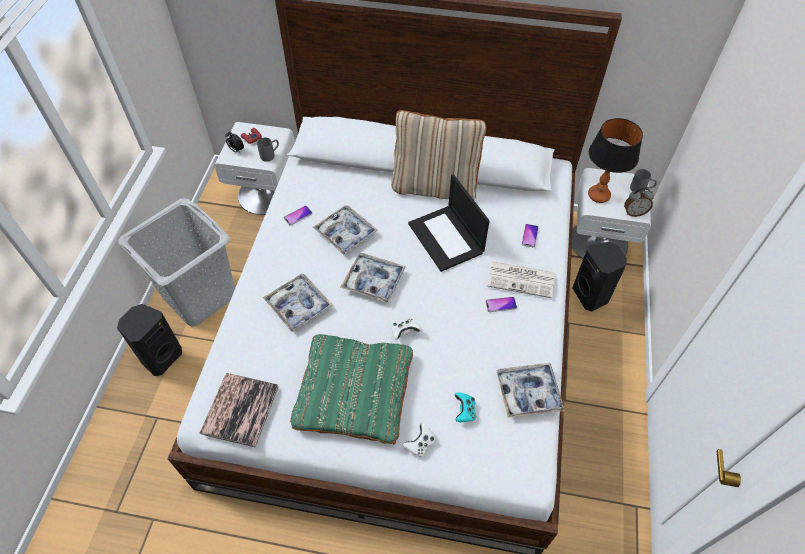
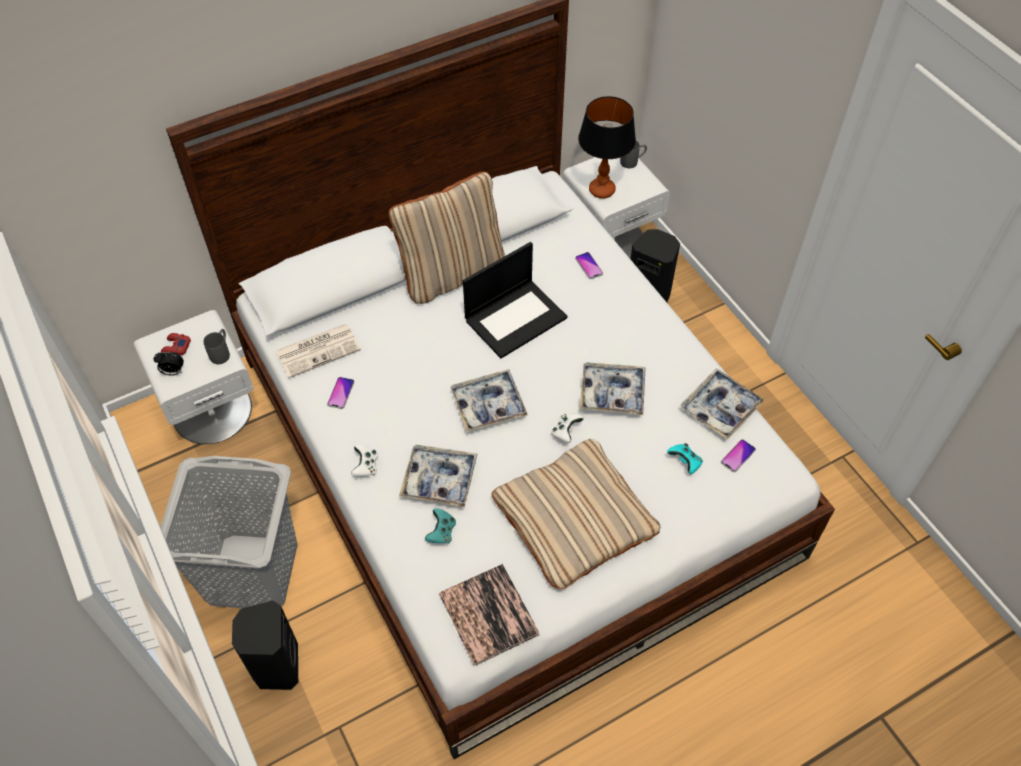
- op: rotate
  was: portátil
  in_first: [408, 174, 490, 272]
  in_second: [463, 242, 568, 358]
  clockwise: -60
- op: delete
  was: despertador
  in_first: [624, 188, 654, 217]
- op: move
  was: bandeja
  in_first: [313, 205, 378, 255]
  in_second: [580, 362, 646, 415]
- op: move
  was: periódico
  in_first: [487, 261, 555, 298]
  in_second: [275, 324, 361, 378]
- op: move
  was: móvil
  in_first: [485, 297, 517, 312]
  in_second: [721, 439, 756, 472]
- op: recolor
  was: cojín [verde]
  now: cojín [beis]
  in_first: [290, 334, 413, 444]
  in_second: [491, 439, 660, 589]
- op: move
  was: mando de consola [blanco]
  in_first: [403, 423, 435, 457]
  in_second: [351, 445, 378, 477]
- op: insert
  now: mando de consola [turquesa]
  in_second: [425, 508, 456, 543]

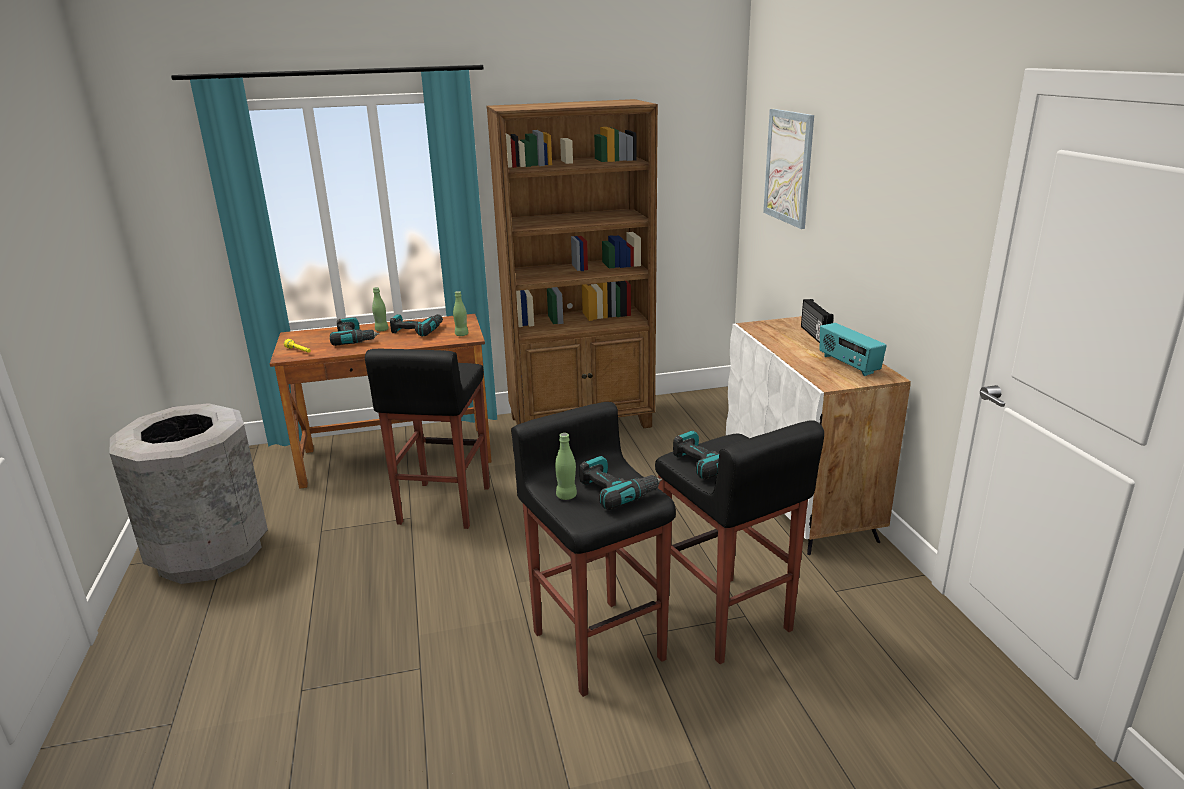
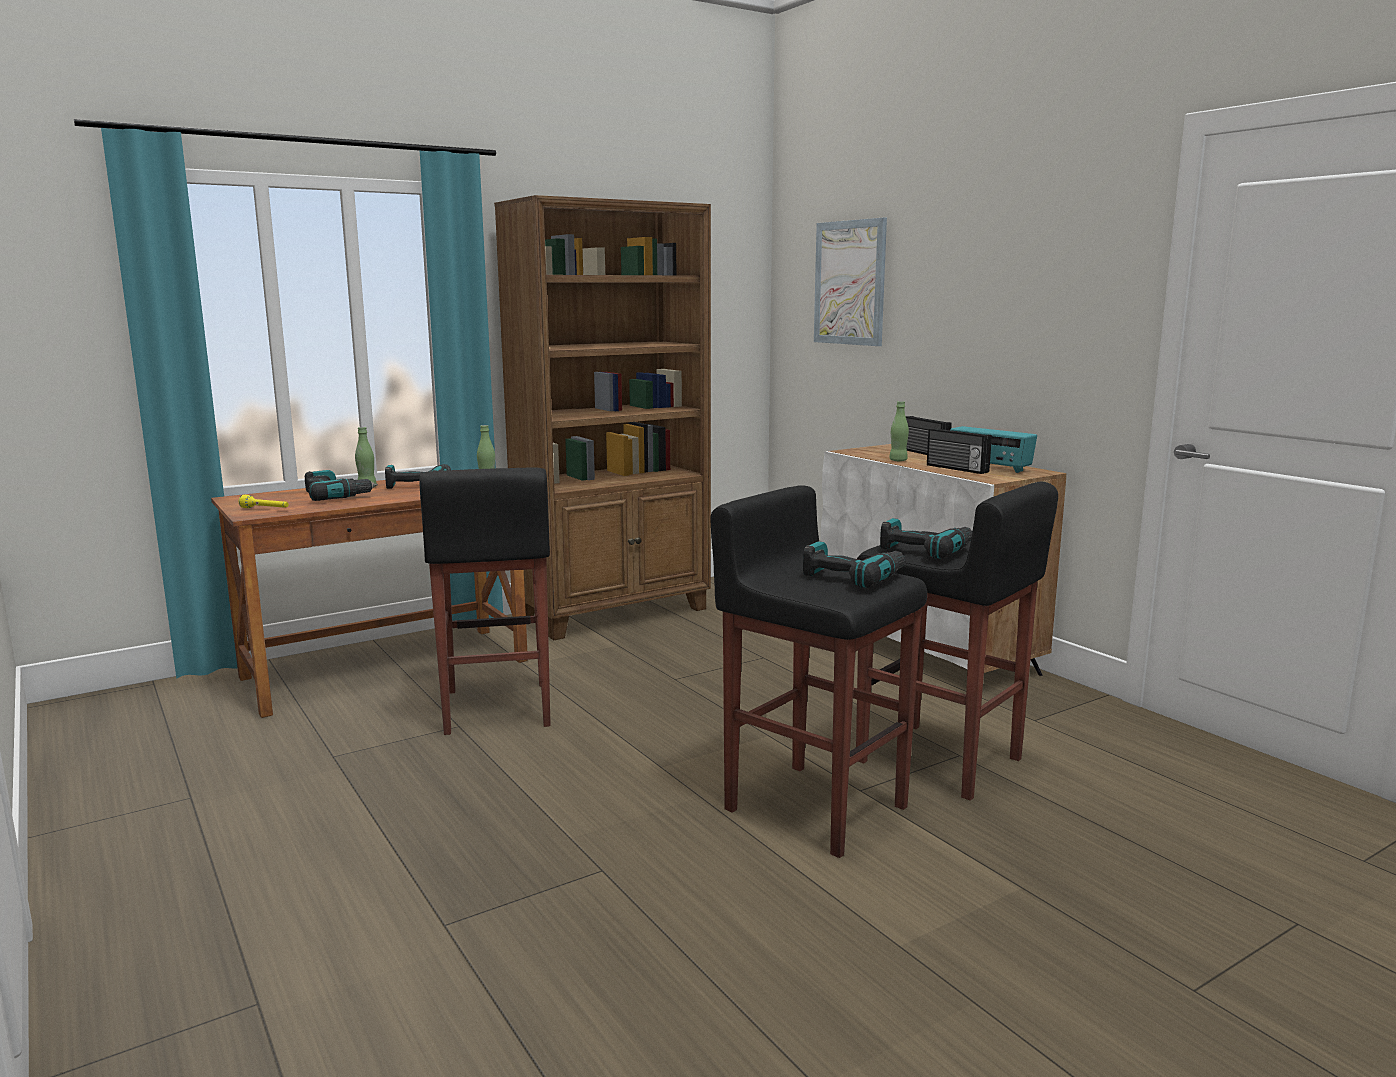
- op: delete
  was: papelera [gris]
  in_first: [109, 403, 268, 584]
- op: move
  was: botella [verde]
  in_first: [555, 433, 577, 500]
  in_second: [889, 401, 909, 461]
- op: insert
  now: radio
  in_second: [927, 428, 992, 474]

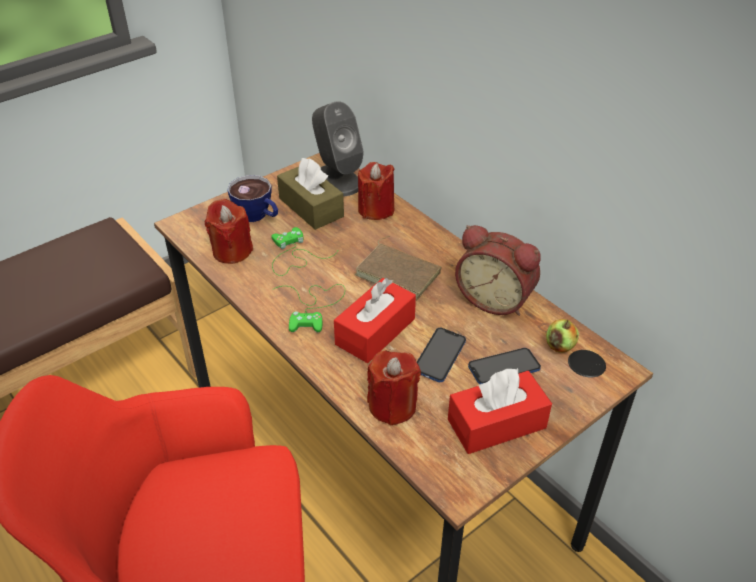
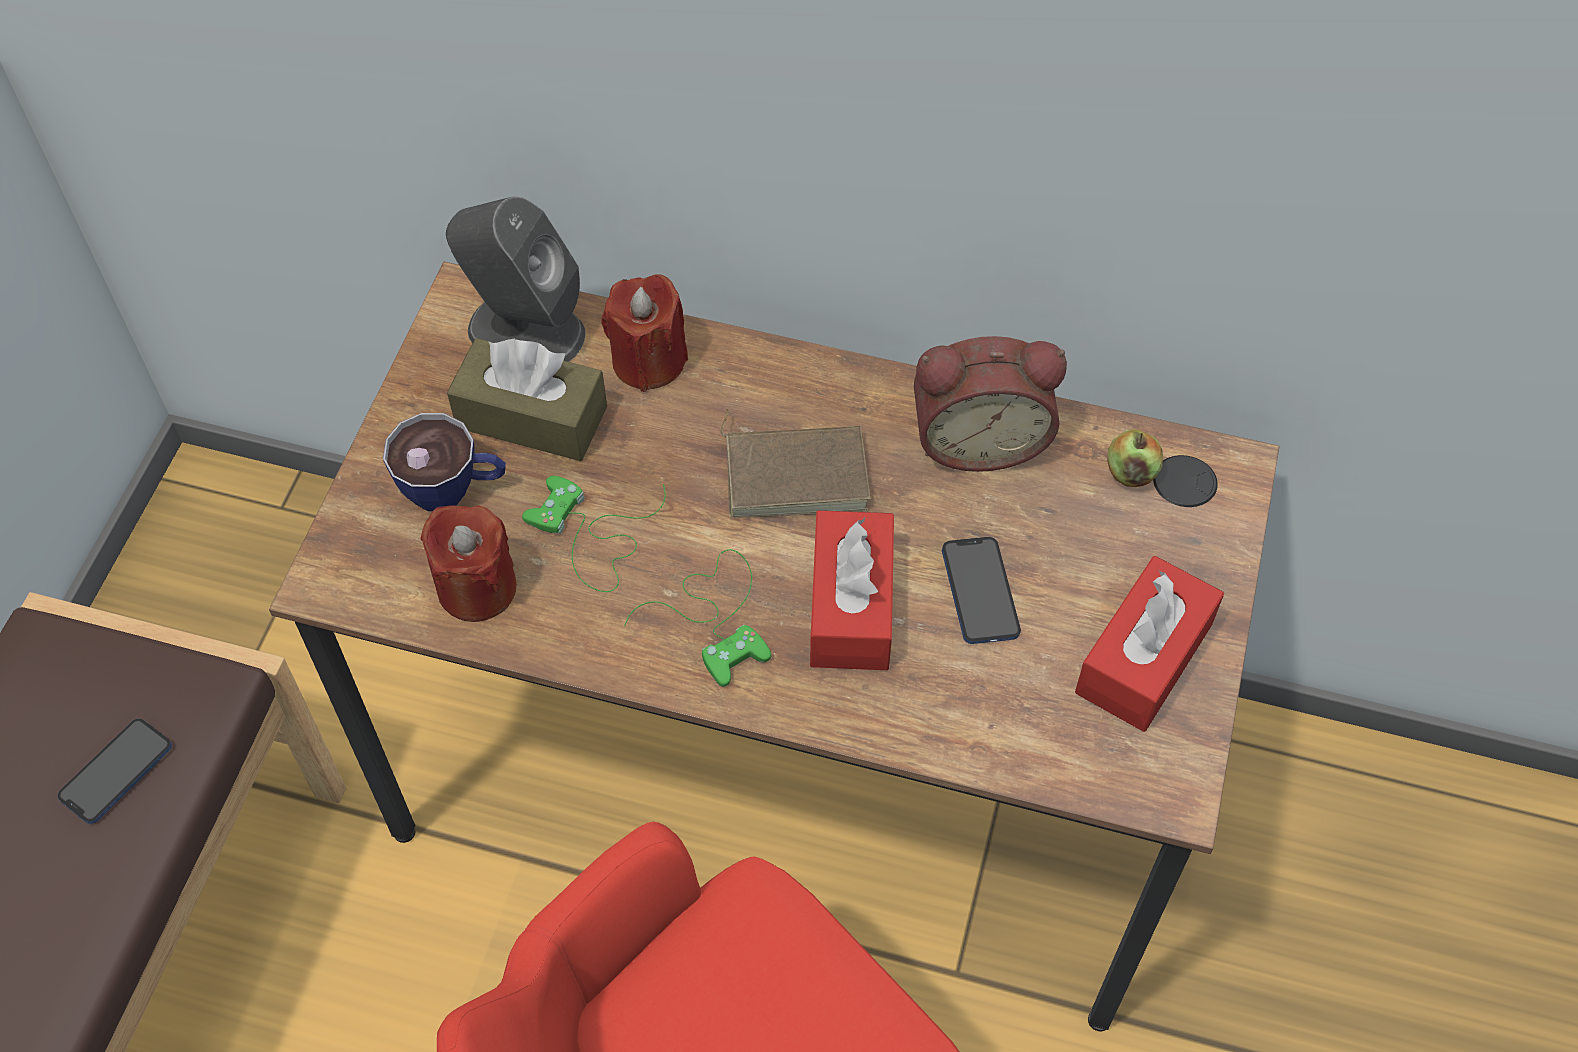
- op: move
  was: móvil
  in_first: [468, 348, 541, 384]
  in_second: [58, 719, 172, 824]
- op: delete
  was: vela [rojo]
  in_first: [367, 351, 421, 425]

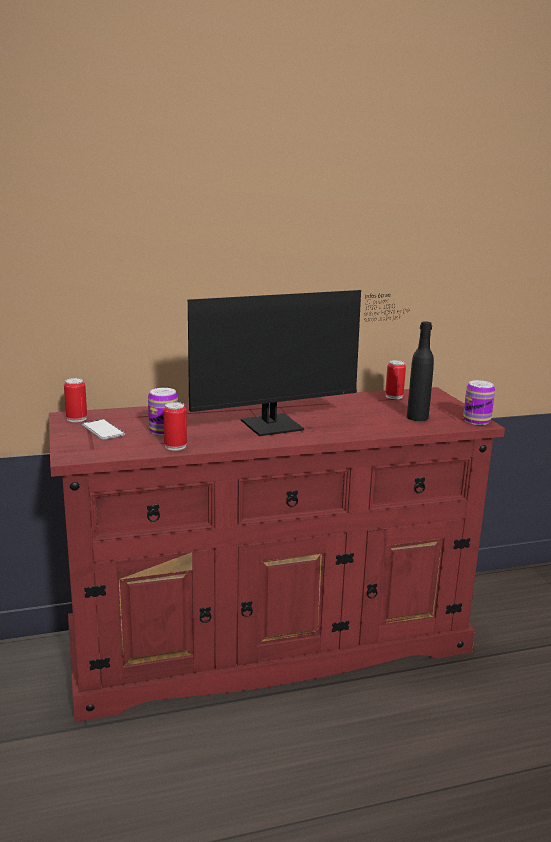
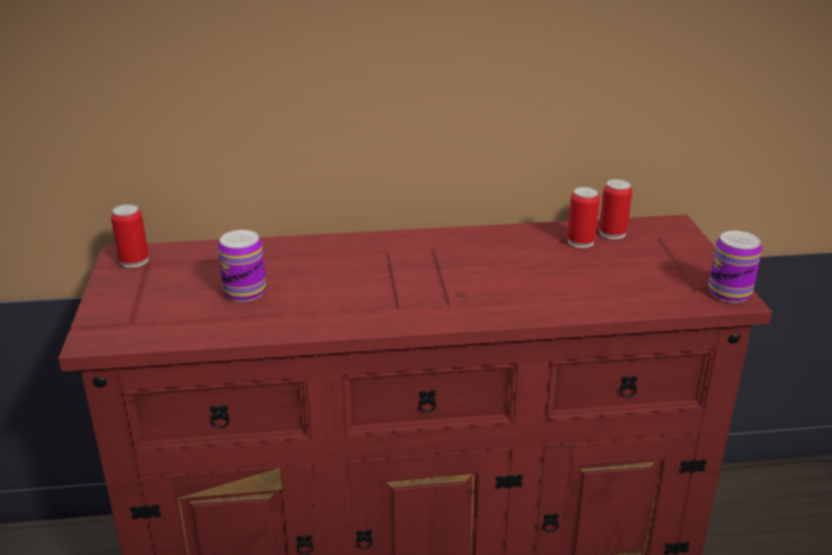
- op: delete
  was: monitor
  in_first: [188, 290, 410, 436]
- op: delete
  was: botella [negro]
  in_first: [407, 321, 434, 421]
- op: move
  was: lata
  in_first: [163, 402, 187, 451]
  in_second: [567, 187, 600, 248]
- op: delete
  was: móvil
  in_first: [82, 419, 125, 440]

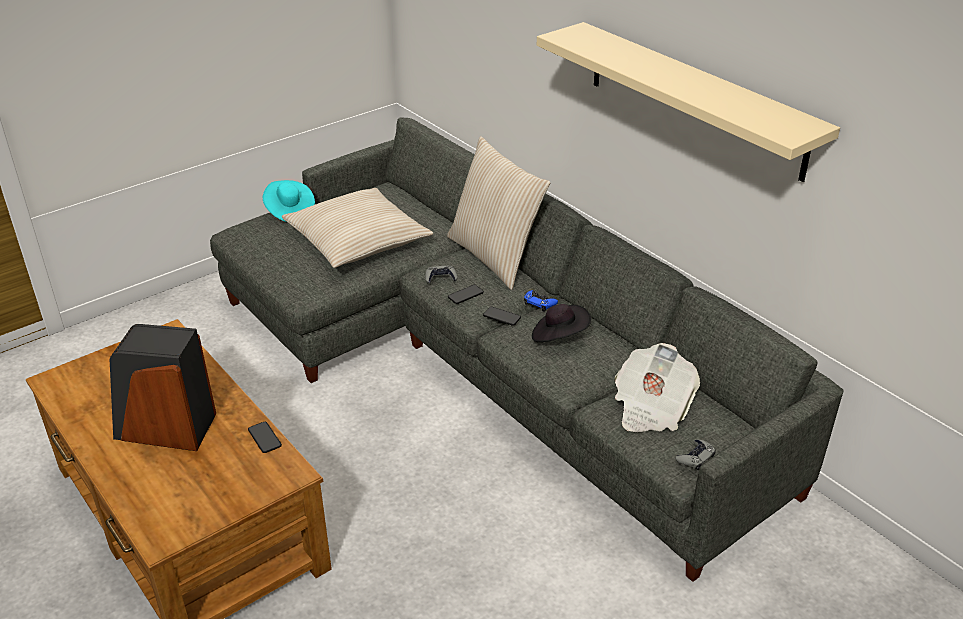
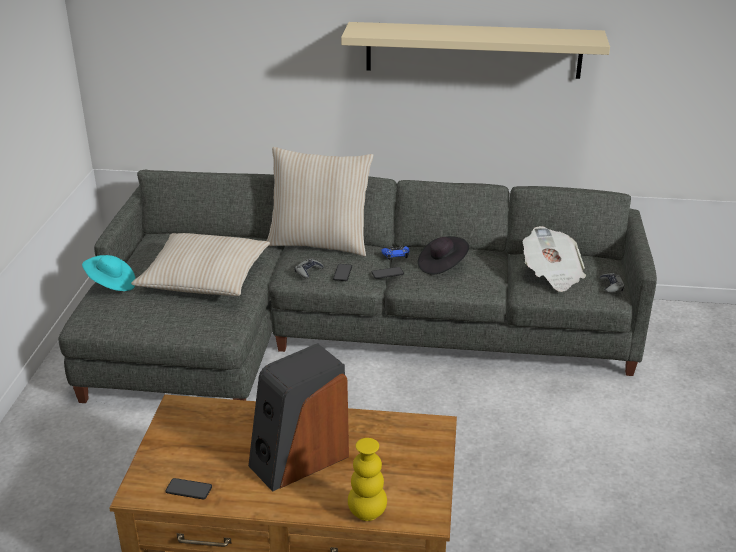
- op: move
  was: móvil
  in_first: [248, 422, 282, 453]
  in_second: [165, 478, 212, 500]
- op: insert
  now: florero [amarillo]
  in_second: [348, 438, 387, 521]

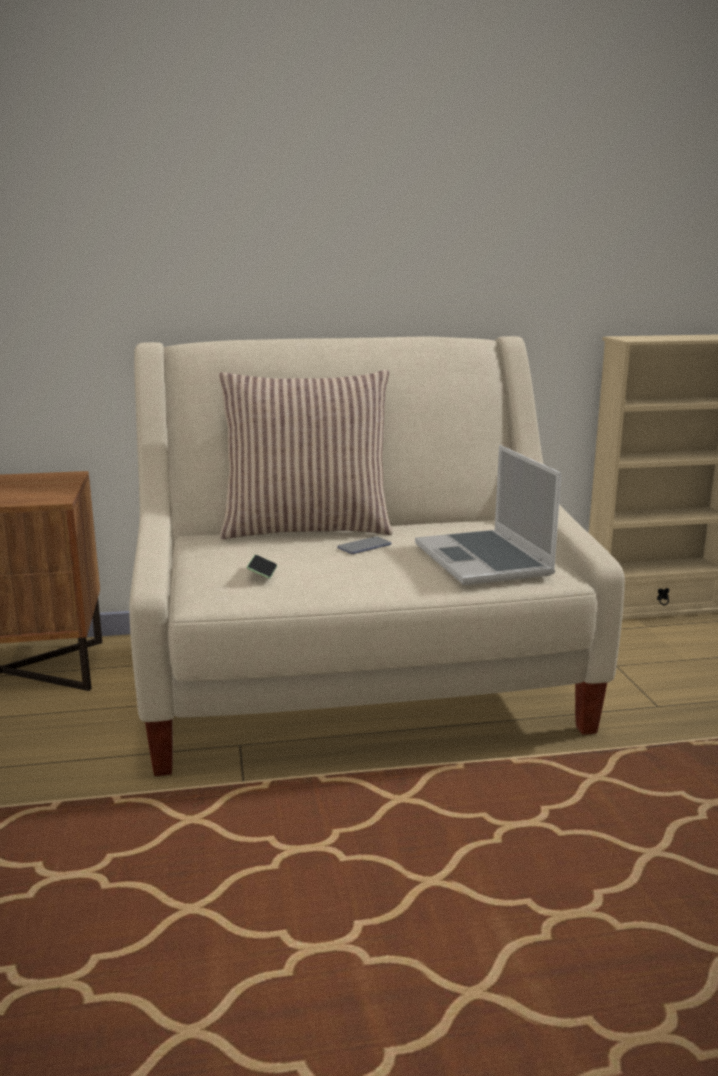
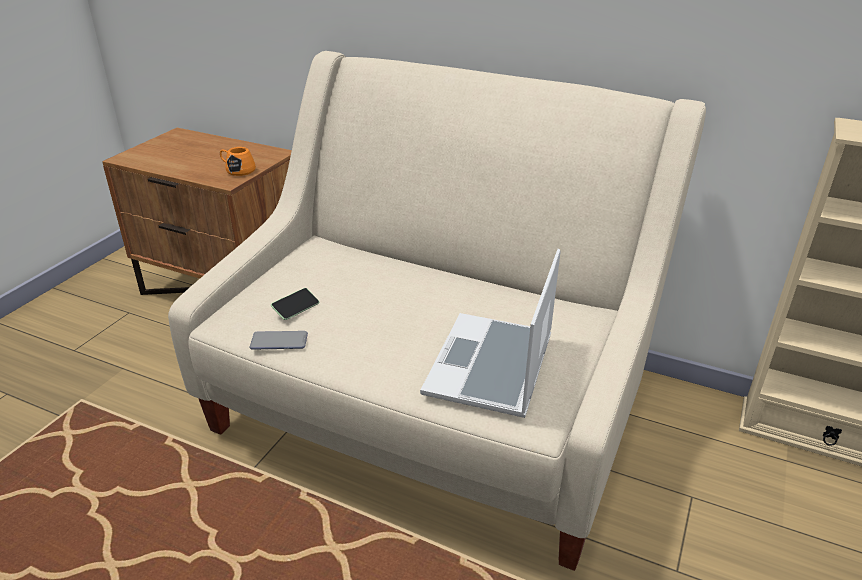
- op: delete
  was: cojín
  in_first: [219, 370, 393, 539]
- op: move
  was: móvil
  in_first: [337, 537, 392, 554]
  in_second: [249, 331, 308, 350]
- op: insert
  now: taza grande [naranja]
  in_second: [220, 147, 256, 176]

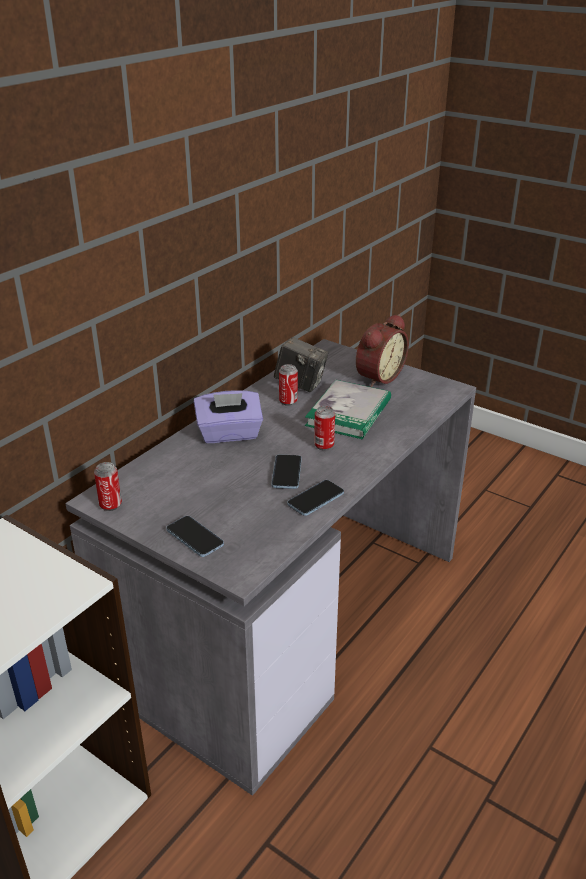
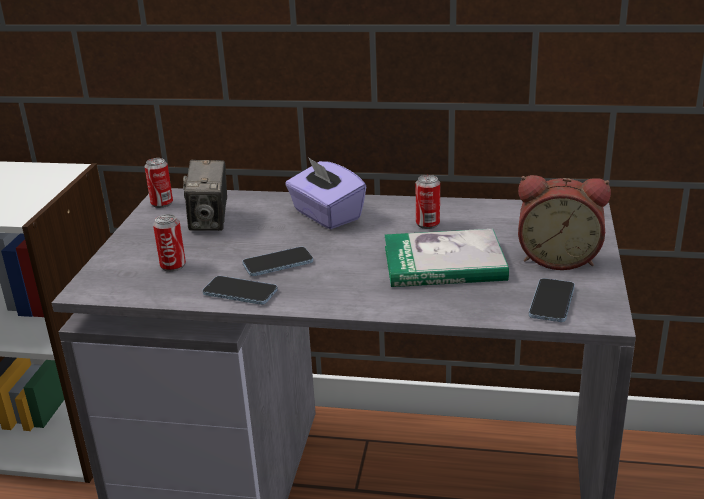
- op: move
  was: cámara
  in_first: [274, 337, 328, 392]
  in_second: [183, 160, 227, 231]
- op: move
  was: lata
  in_first: [314, 406, 335, 450]
  in_second: [153, 214, 186, 272]
- op: move
  was: móvil
  in_first: [166, 516, 224, 557]
  in_second: [529, 278, 575, 322]

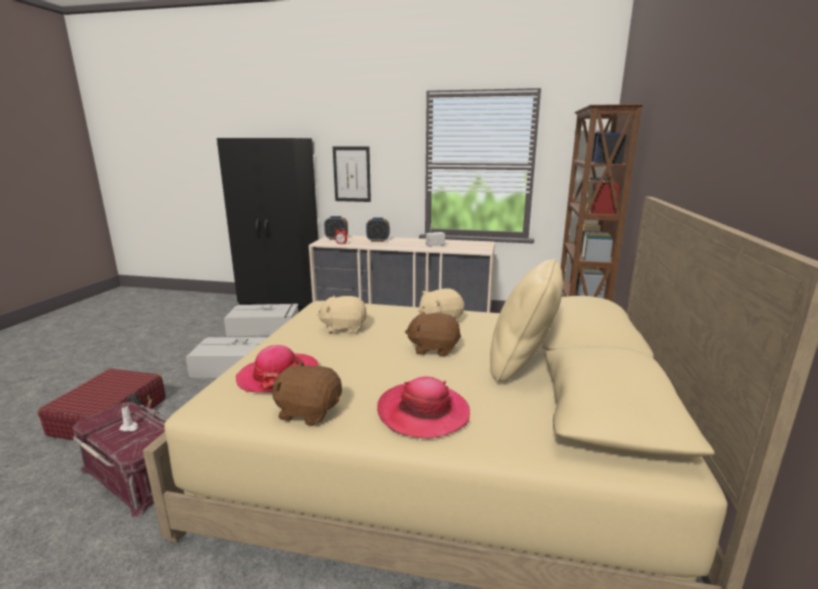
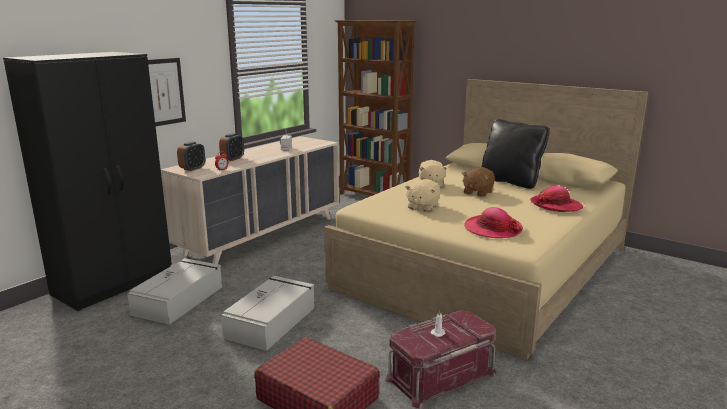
- op: recolor
  was: cojín [beis]
  now: cojín [negro]
  in_first: [490, 259, 563, 382]
  in_second: [482, 119, 550, 189]
- op: delete
  was: peluche [marrón]
  in_first: [272, 361, 342, 426]

